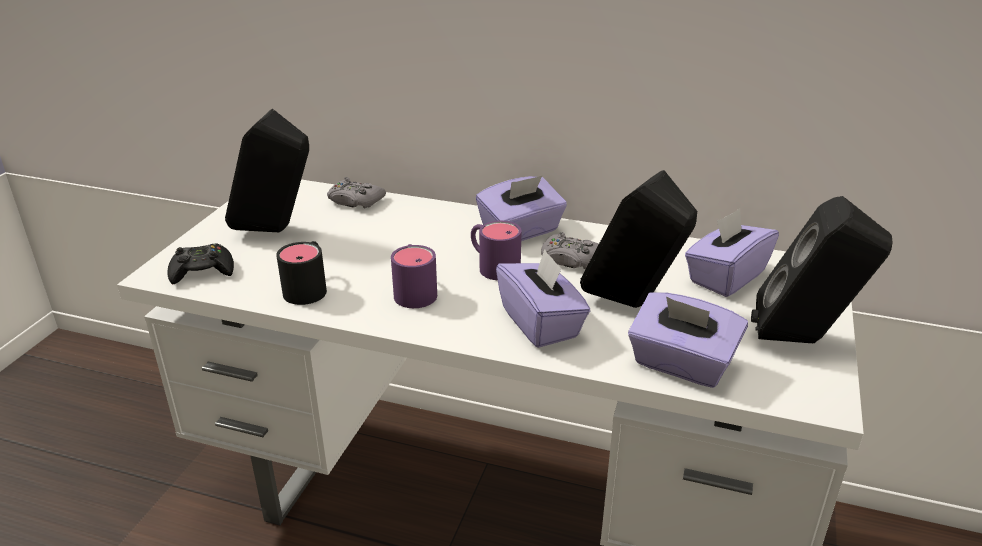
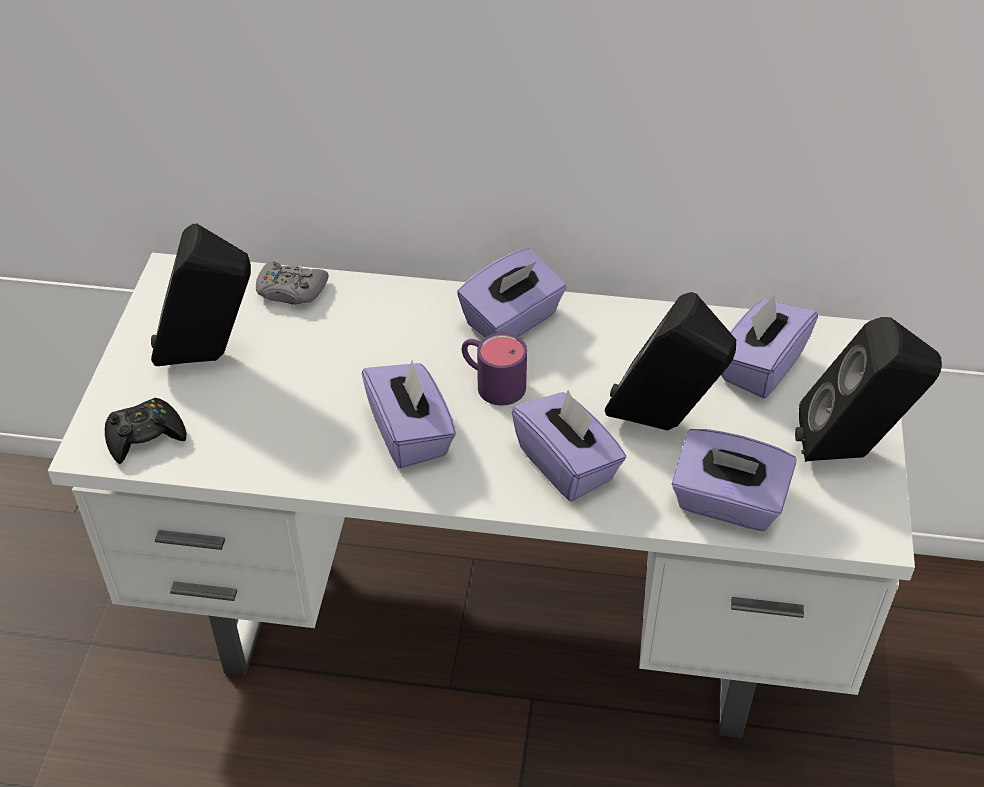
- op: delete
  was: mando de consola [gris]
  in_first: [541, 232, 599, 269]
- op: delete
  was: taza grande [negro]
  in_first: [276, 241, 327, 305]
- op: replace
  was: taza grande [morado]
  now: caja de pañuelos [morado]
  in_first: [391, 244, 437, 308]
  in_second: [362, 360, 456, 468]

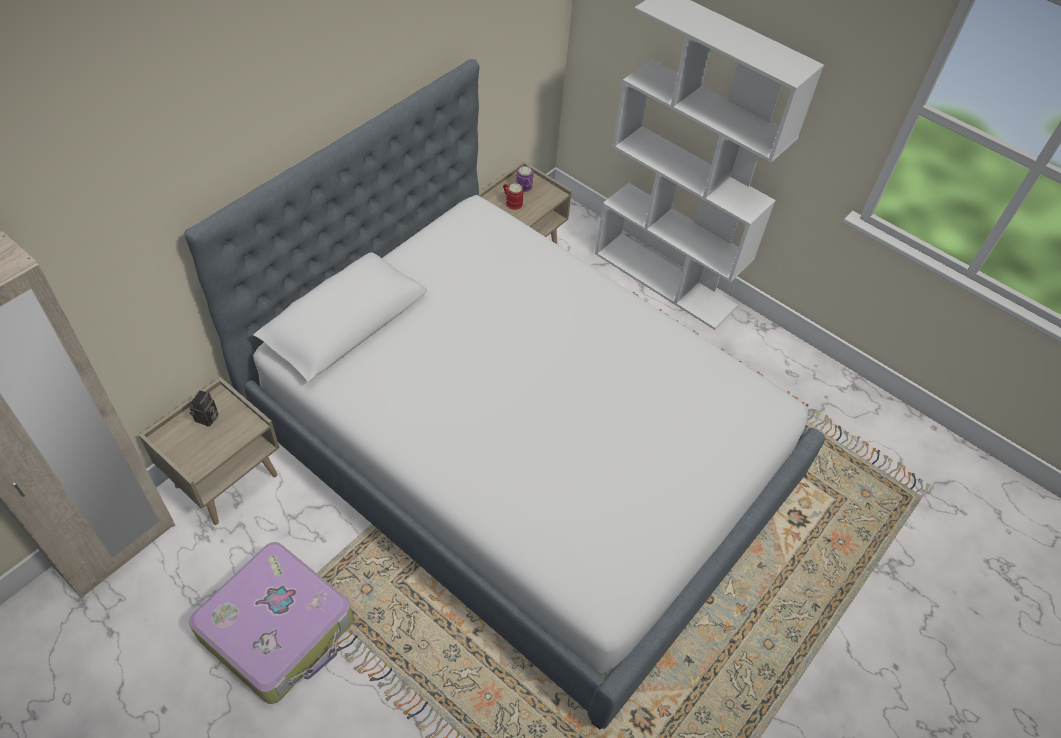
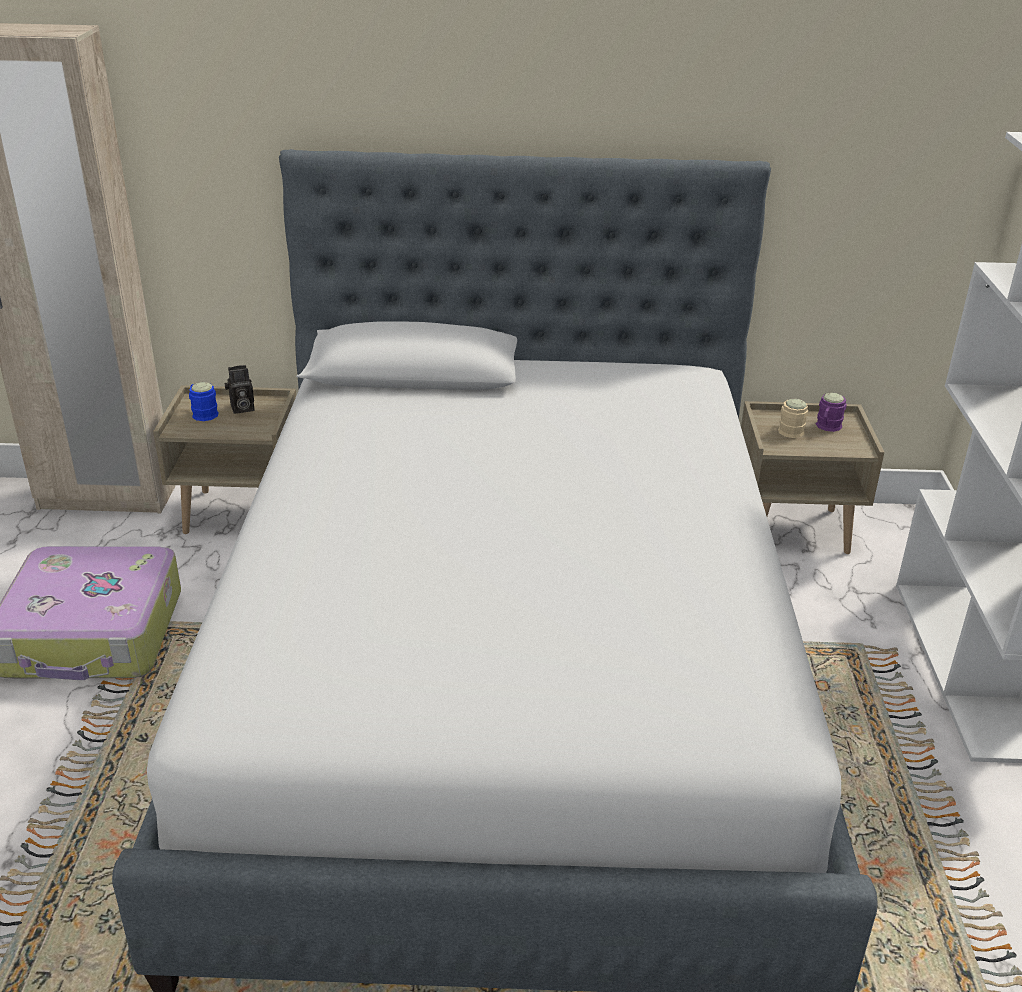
- op: recolor
  was: taza grande [rojo]
  now: taza grande [beis]
  in_first: [503, 183, 524, 210]
  in_second: [778, 398, 808, 438]
- op: insert
  now: taza grande [azul]
  in_second: [189, 382, 219, 421]

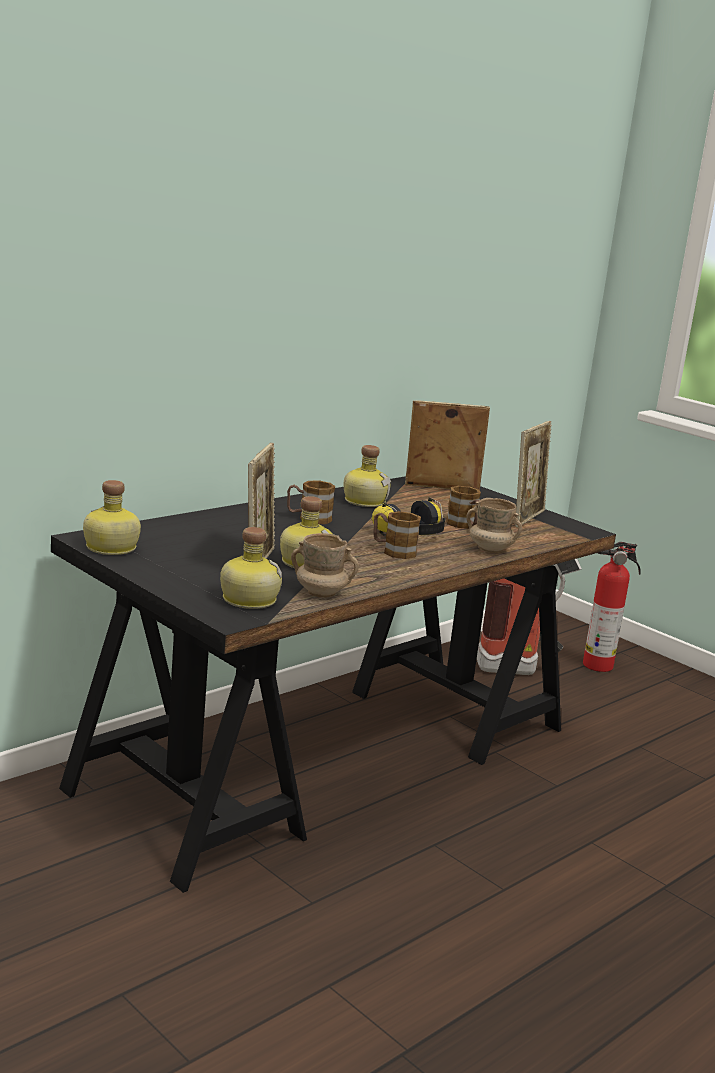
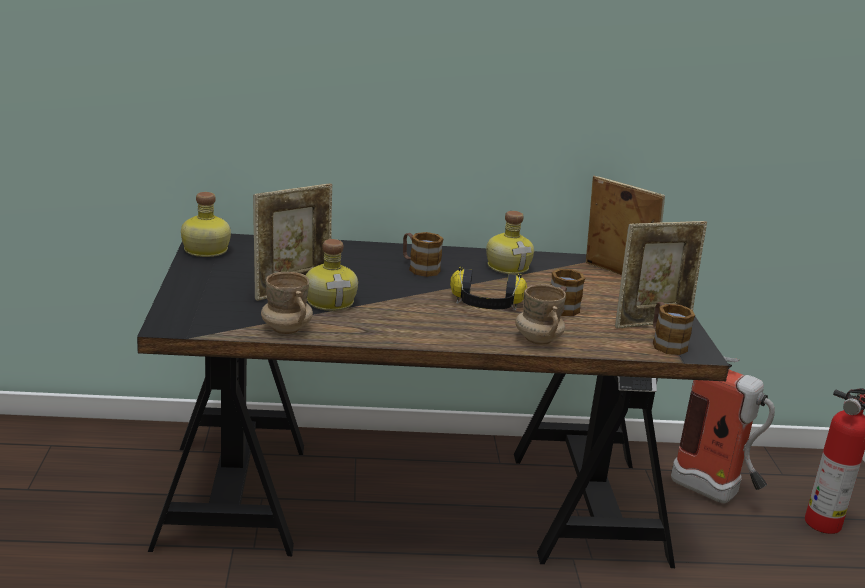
- op: move
  was: taza grande
  in_first: [373, 511, 421, 559]
  in_second: [653, 302, 695, 355]
- op: delete
  was: botella
  in_first: [220, 527, 282, 609]

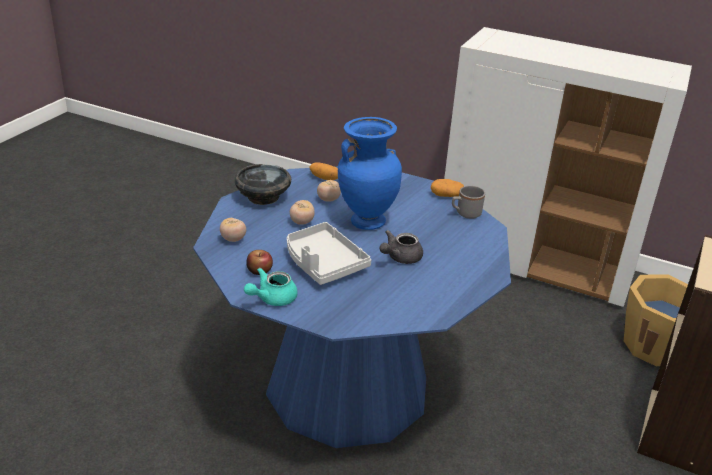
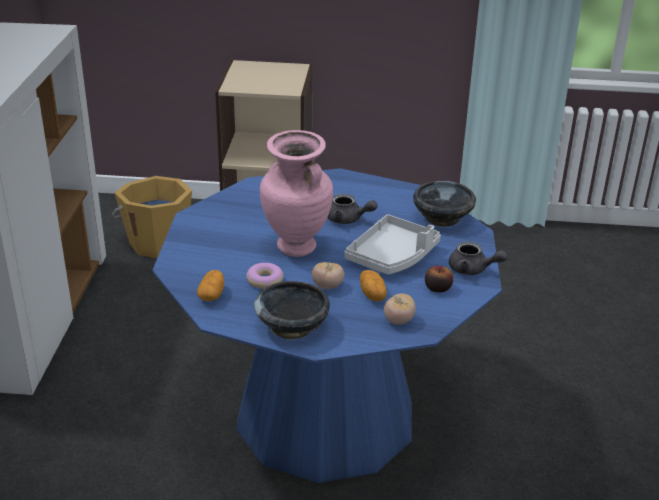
- op: recolor
  was: florero [azul]
  now: florero [rosa]
  in_first: [338, 117, 402, 230]
  in_second: [260, 130, 333, 257]
- op: move
  was: patata
  in_first: [431, 179, 464, 197]
  in_second: [360, 270, 387, 301]
- op: replace
  was: tomate
  now: rosquilla
  in_first: [317, 180, 341, 202]
  in_second: [246, 263, 283, 289]
- op: delete
  was: taza grande [gris]
  in_first: [452, 186, 485, 219]
- op: recolor
  was: tetera [turquesa]
  now: tetera [gris]
  in_first: [244, 268, 298, 306]
  in_second: [449, 242, 507, 275]
- op: insert
  now: cuenco [negro]
  in_second: [413, 181, 476, 227]

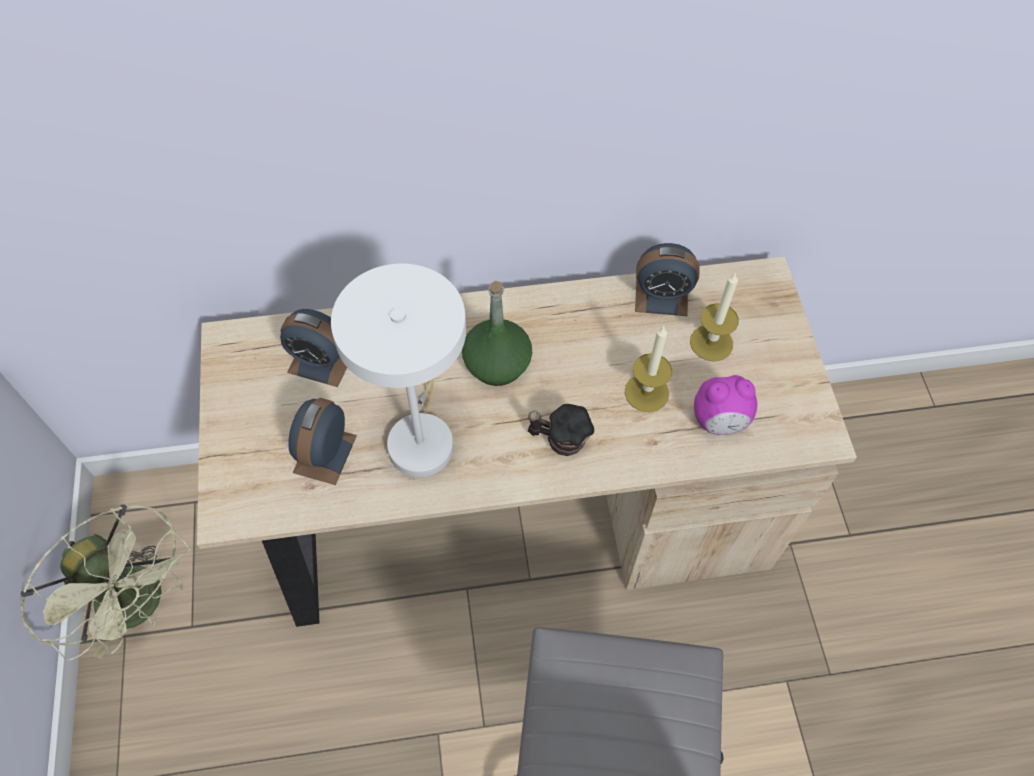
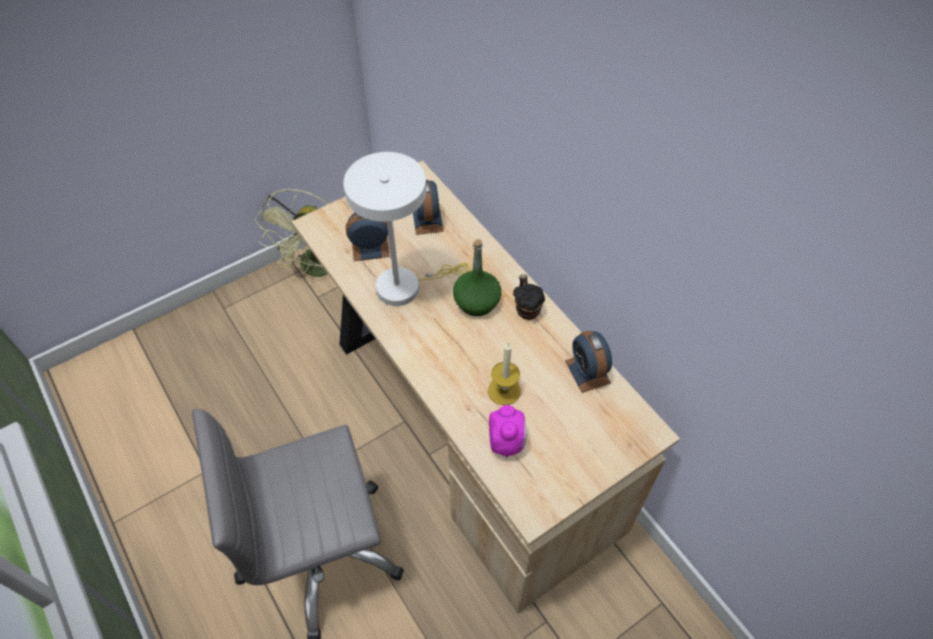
- op: delete
  was: vela
  in_first: [690, 272, 739, 362]
- op: rotate
  was: despertador
  in_first: [694, 375, 757, 435]
  in_second: [489, 405, 527, 457]
  clockwise: -150
- op: move
  was: taza grande
  in_first: [528, 404, 594, 456]
  in_second: [513, 274, 545, 320]

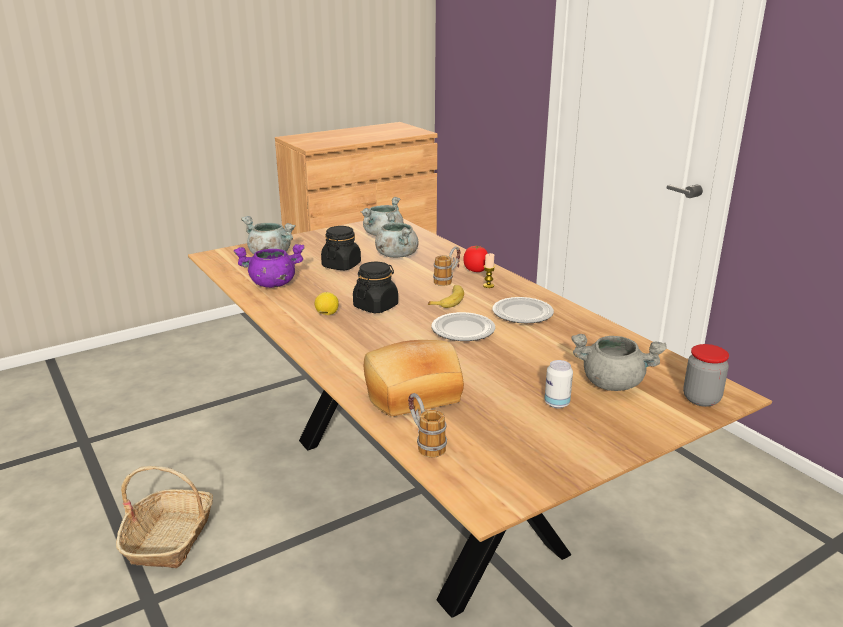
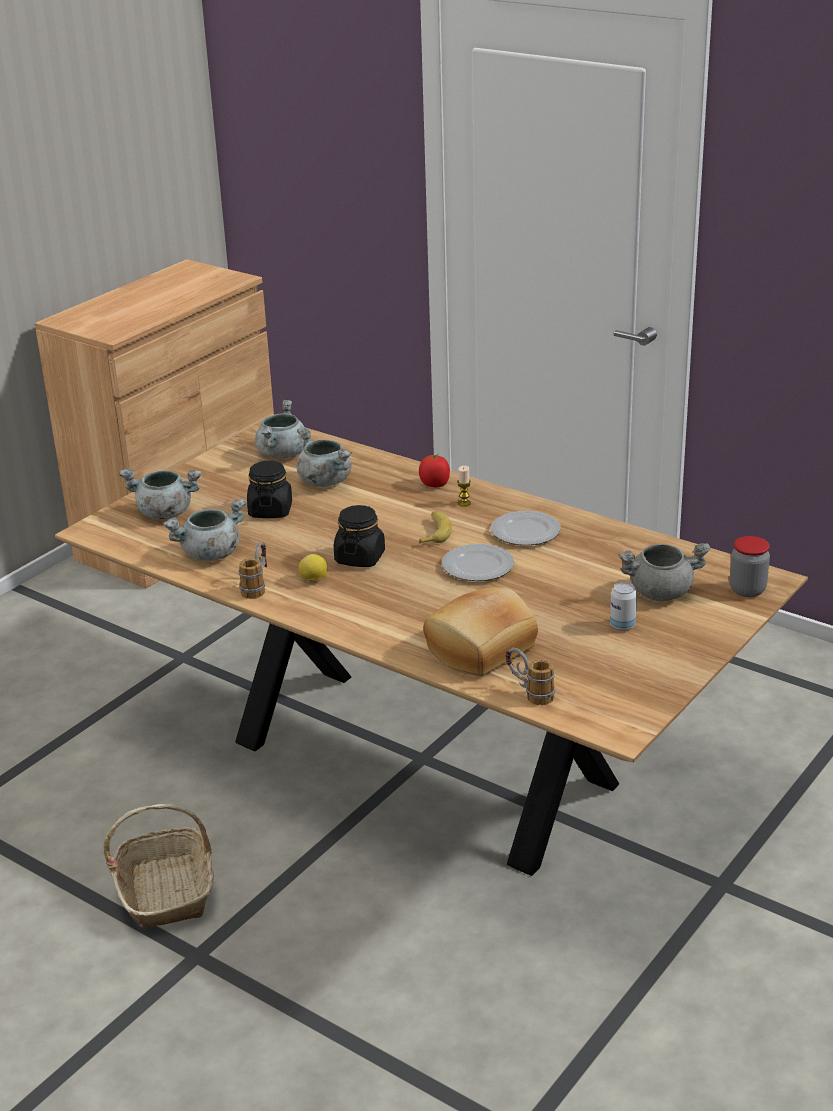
- op: recolor
  was: olla [morado]
  now: olla [gris]
  in_first: [234, 244, 305, 288]
  in_second: [163, 499, 246, 561]
- op: move
  was: taza grande
  in_first: [433, 246, 461, 286]
  in_second: [238, 542, 267, 599]

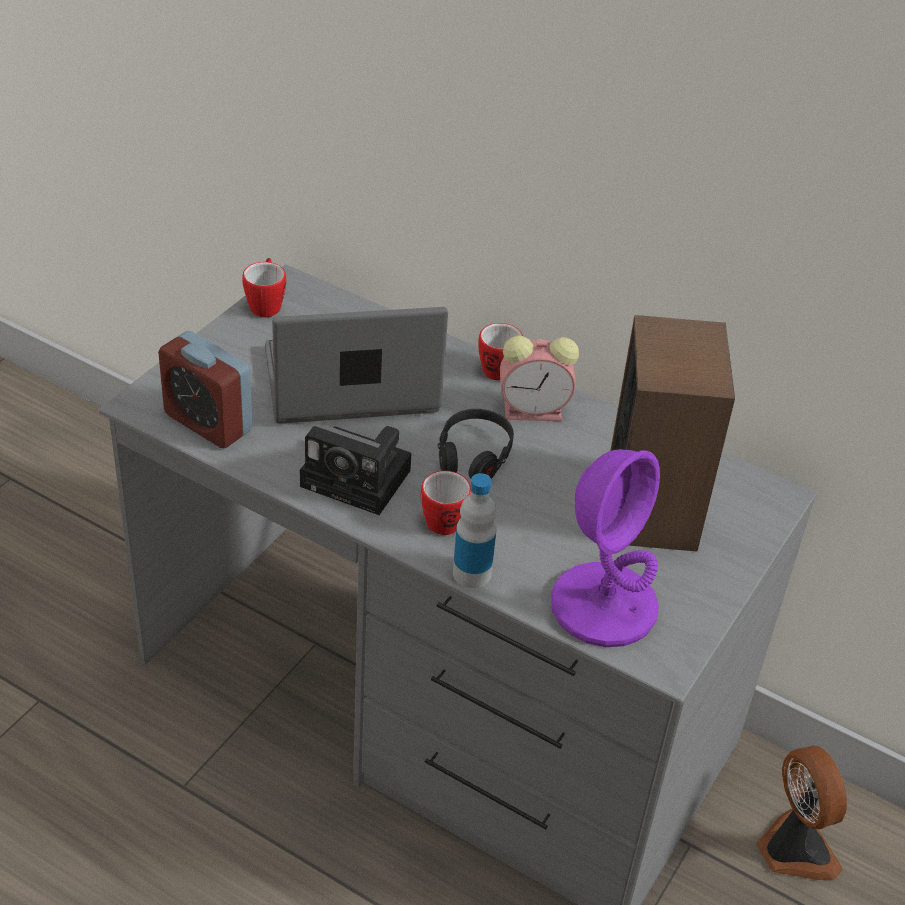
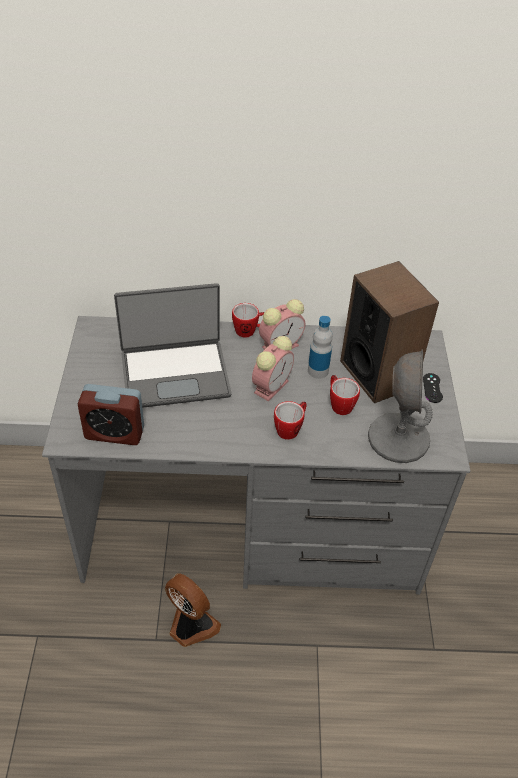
- op: move
  was: taza grande
  in_first: [242, 258, 286, 317]
  in_second: [330, 375, 360, 415]
- op: rotate
  was: portátil
  in_first: [265, 307, 448, 424]
  in_second: [114, 283, 232, 408]
  clockwise: -150
- op: replace
  was: auriculares [negro]
  now: despertador
  in_first: [438, 409, 514, 479]
  in_second: [252, 336, 294, 401]
- op: delete
  was: cámara
  in_first: [300, 424, 411, 515]
- op: recolor
  was: lámpara de mesa [morado]
  now: lámpara de mesa [gris]
  in_first: [551, 449, 660, 647]
  in_second: [368, 350, 433, 463]
- op: move
  was: botella
  in_first: [453, 473, 496, 588]
  in_second: [308, 316, 333, 379]
- op: move
  was: ventilador
  in_first: [756, 745, 847, 880]
  in_second: [165, 573, 221, 647]
- op: insert
  now: mando de consola [negro]
  in_second: [423, 373, 443, 403]

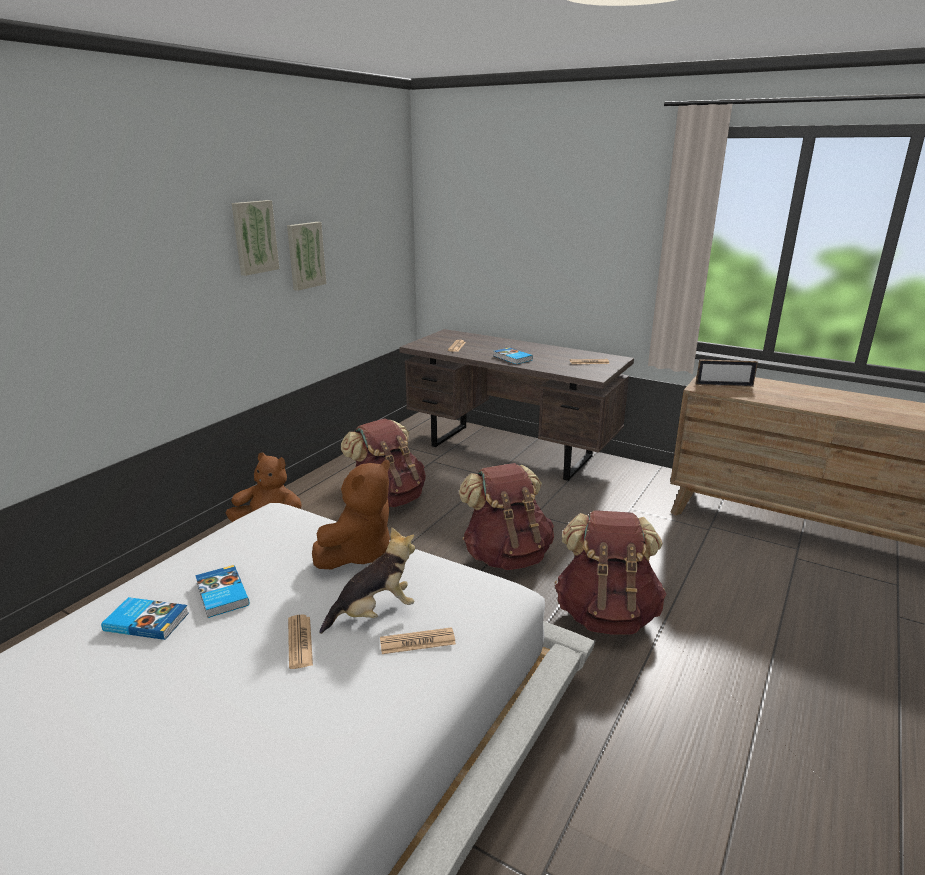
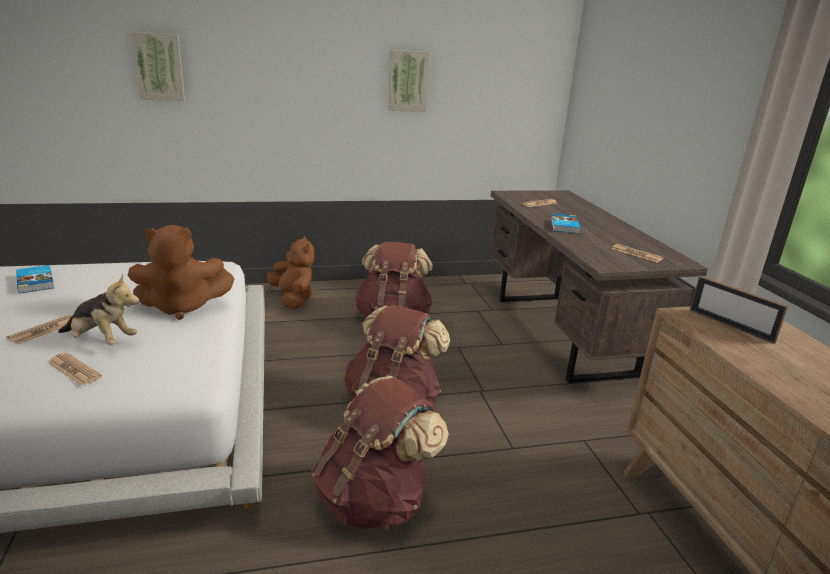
- op: move
  was: cuadro
  in_first: [232, 200, 279, 276]
  in_second: [131, 32, 185, 101]
- op: delete
  was: libro
  in_first: [195, 565, 249, 618]

